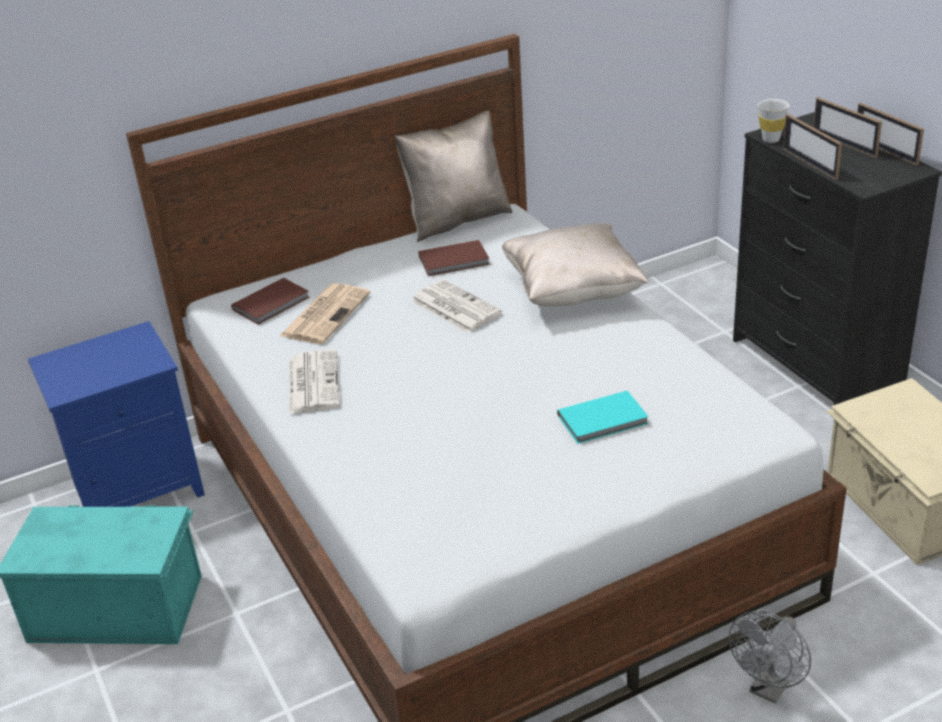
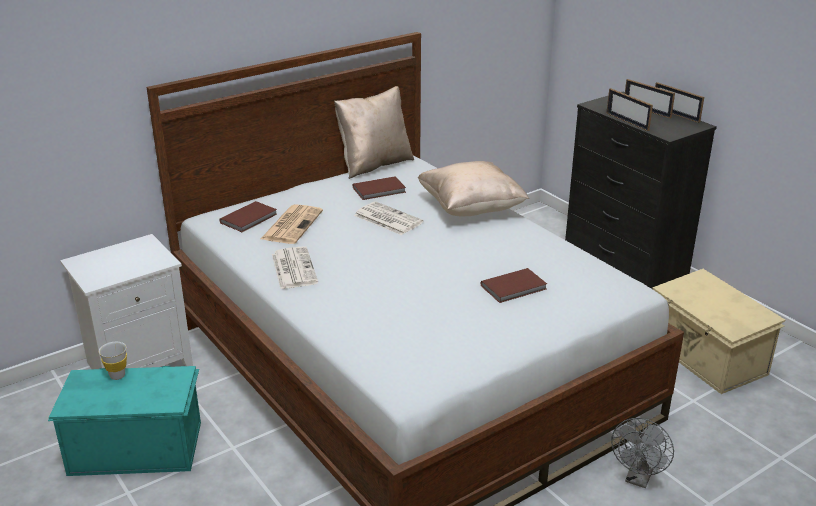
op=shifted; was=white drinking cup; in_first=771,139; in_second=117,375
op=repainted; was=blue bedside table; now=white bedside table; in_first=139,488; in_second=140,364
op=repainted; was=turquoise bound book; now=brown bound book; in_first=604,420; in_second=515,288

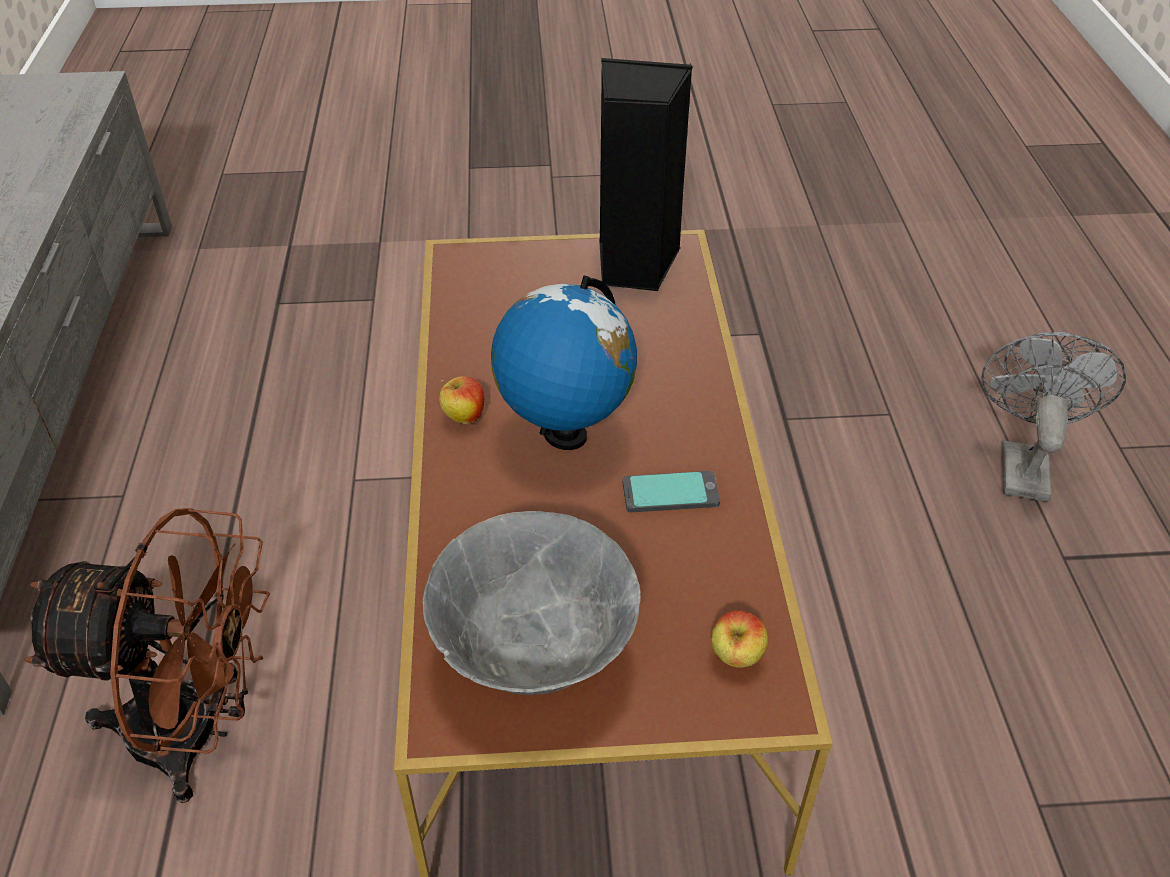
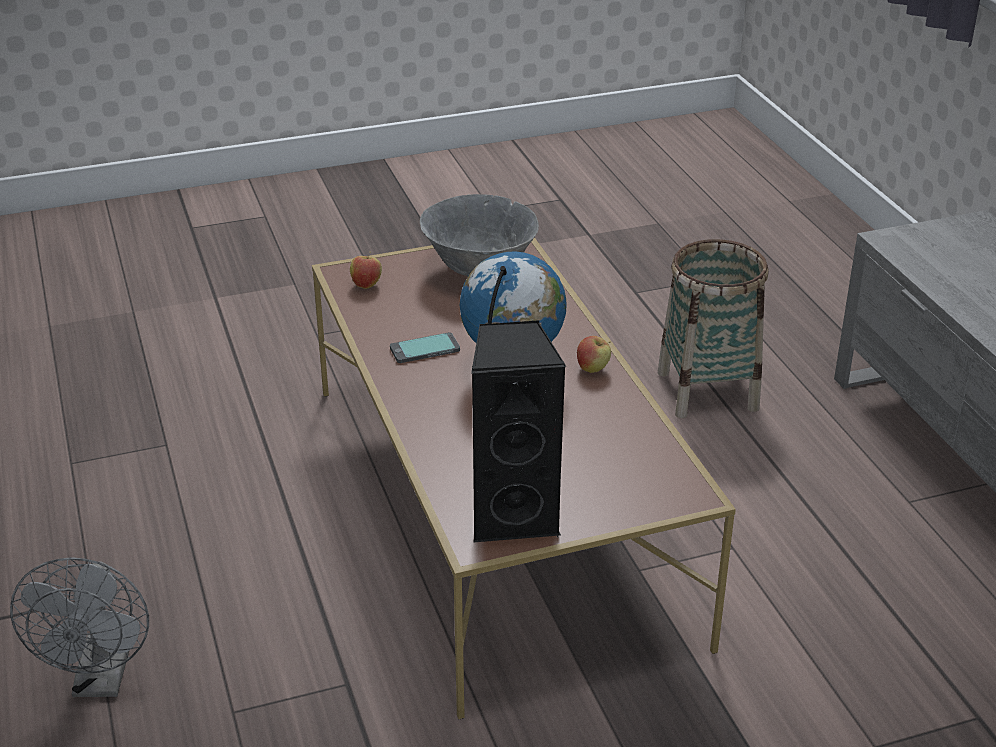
op=swapped; was=brown fan; now=basket; in_first=198,733; in_second=707,390

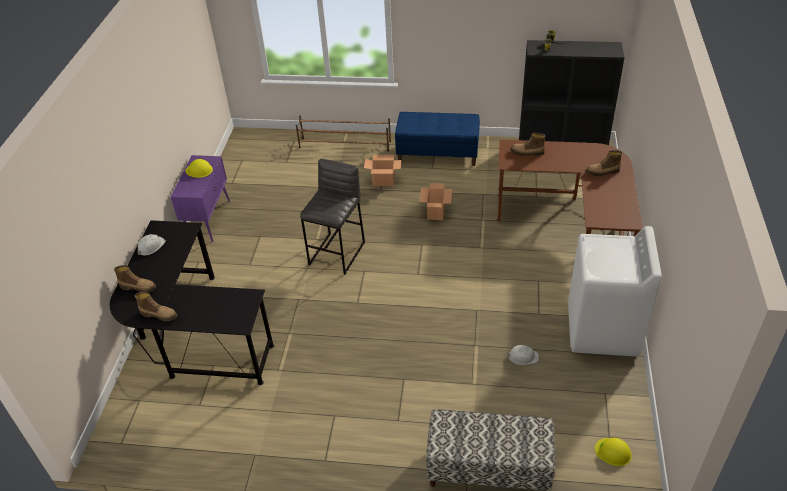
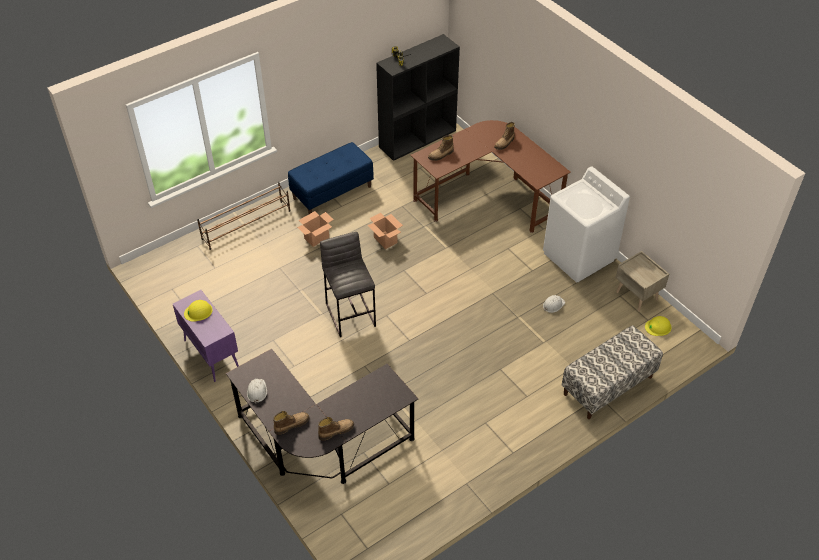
op=new; now=beige-coloured bedside table; in_second=637,296

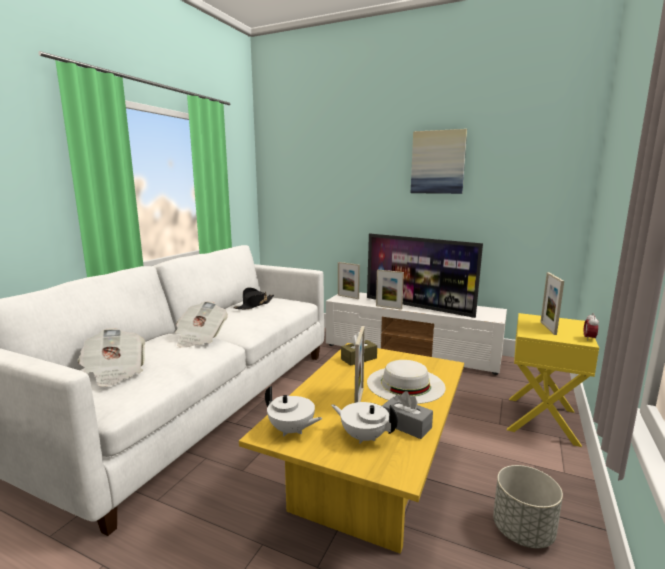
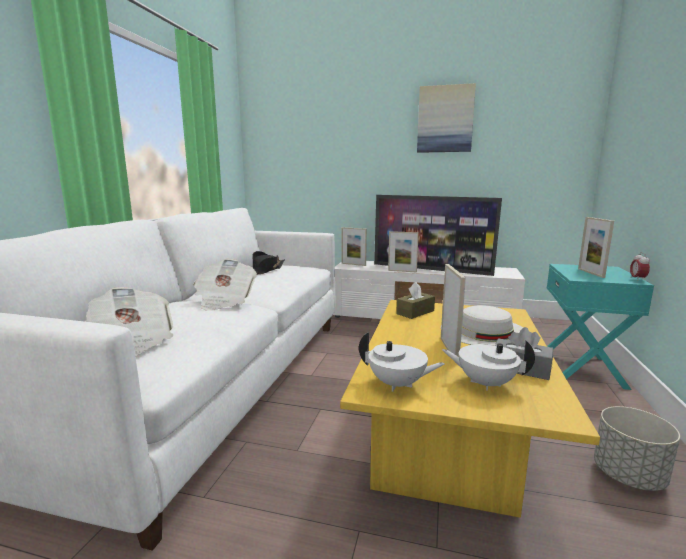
op=repainted; was=yellow bedside table; now=turquoise bedside table; in_first=543,420; in_second=582,369

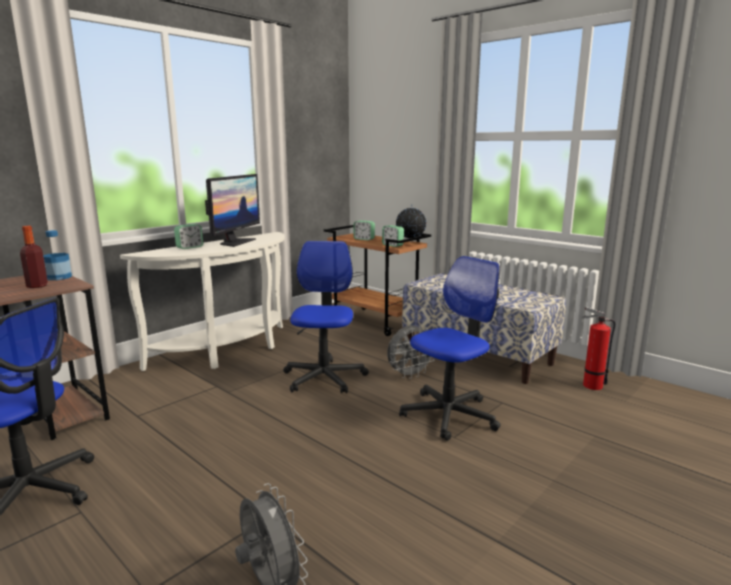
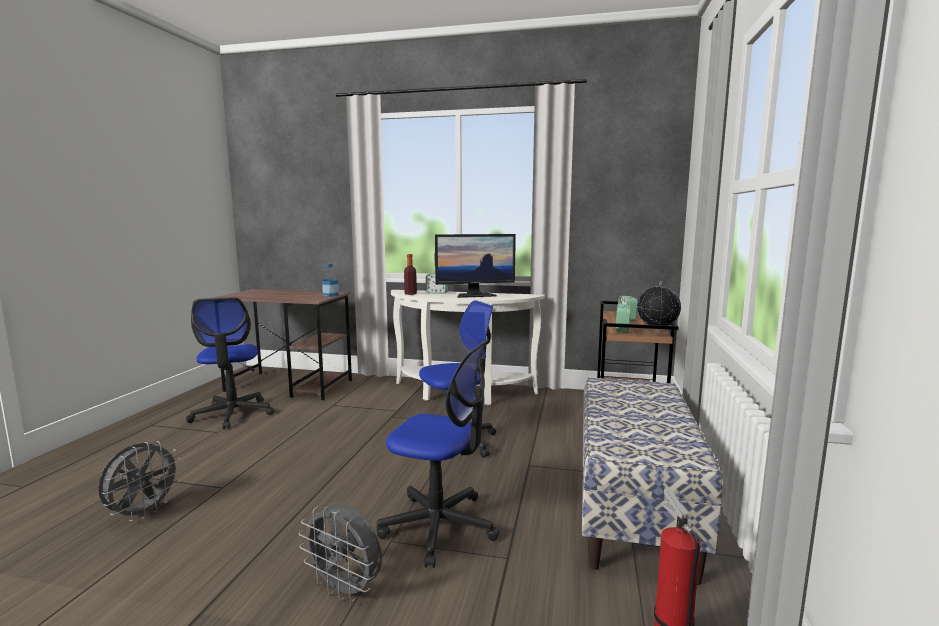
op=shifted; was=bottle; in_first=37,286; in_second=410,294
op=shifted; was=gray fan; in_first=410,375; in_second=345,589

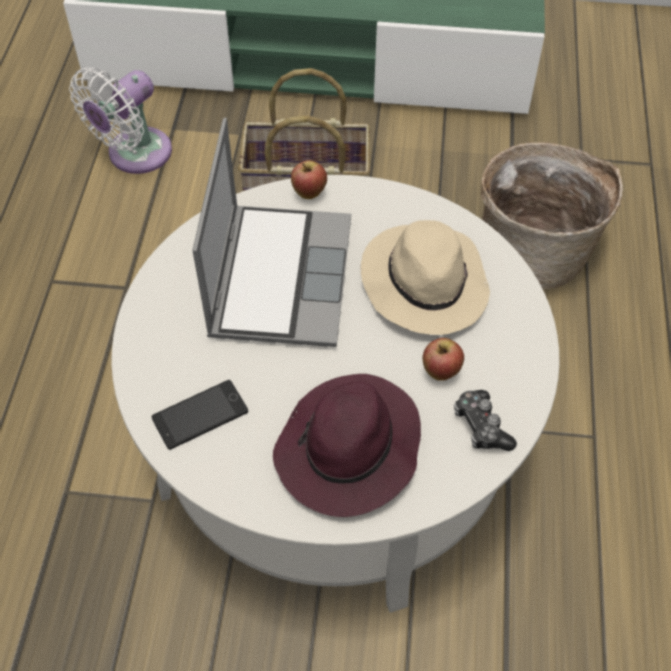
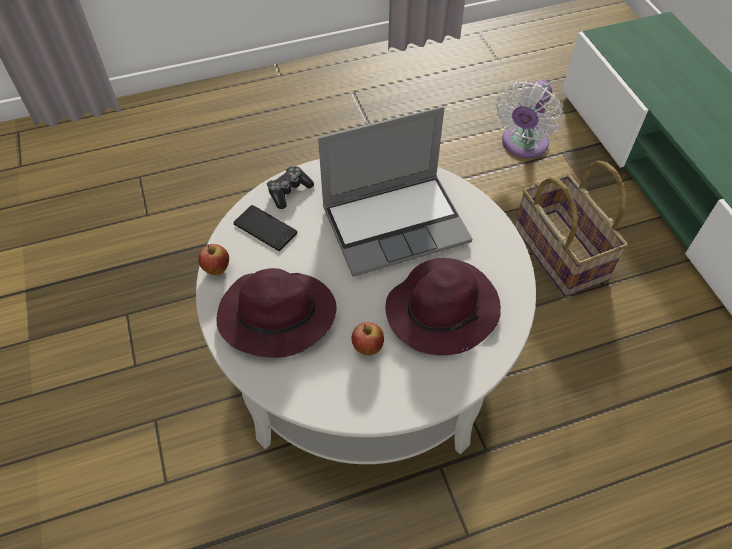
op=gone; was=basket; in_first=536,251
op=shifted; was=apple fruit; in_first=309,193; in_second=217,270
op=shifted; was=gamepad; in_first=481,426; in_second=289,191
op=repainted; was=beige-coloured clothing hat; now=purple-coloured clothing hat; in_first=424,282; in_second=443,309
op=rotated; was=white fan; in_first=134,155; in_second=523,145; clockwise=-75

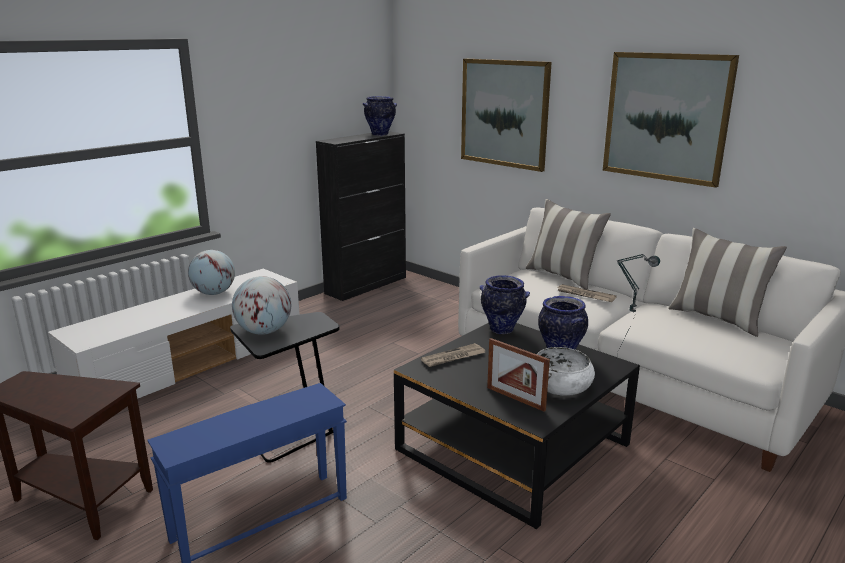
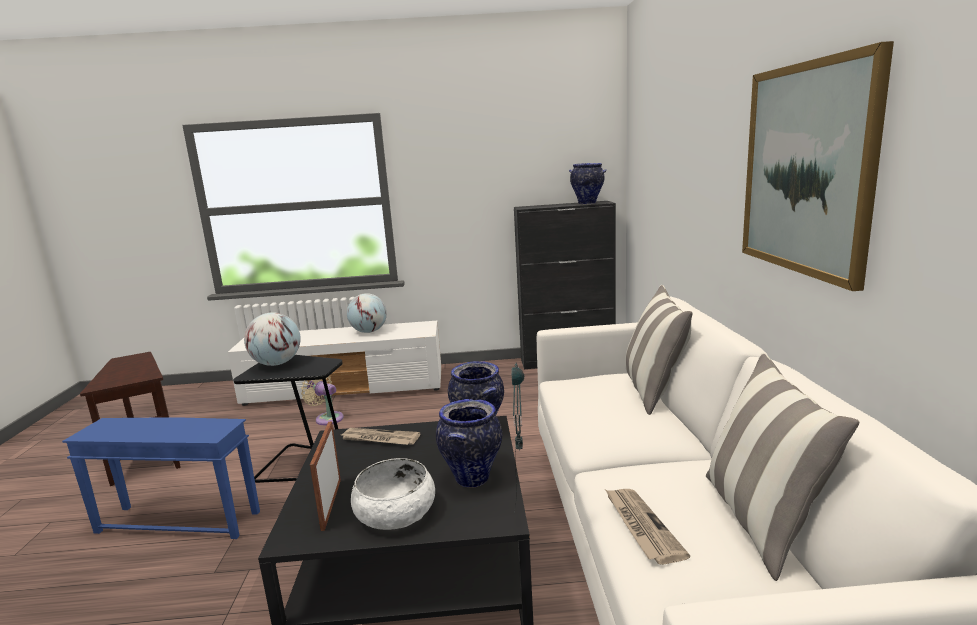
op=gone; was=wall picture; in_first=504,113
op=new; now=beige-coloured fan; in_second=327,418
op=shifted; was=printed paper; in_first=585,295; in_second=641,526

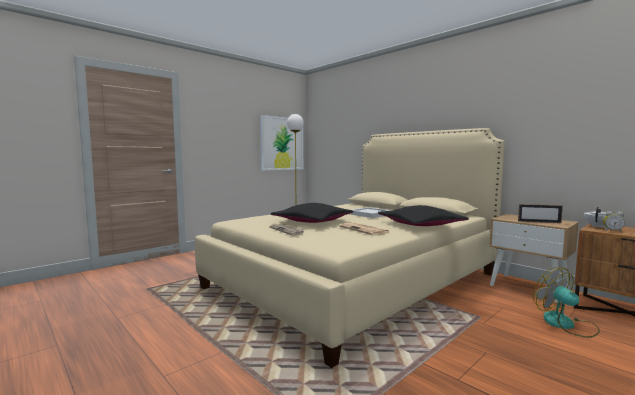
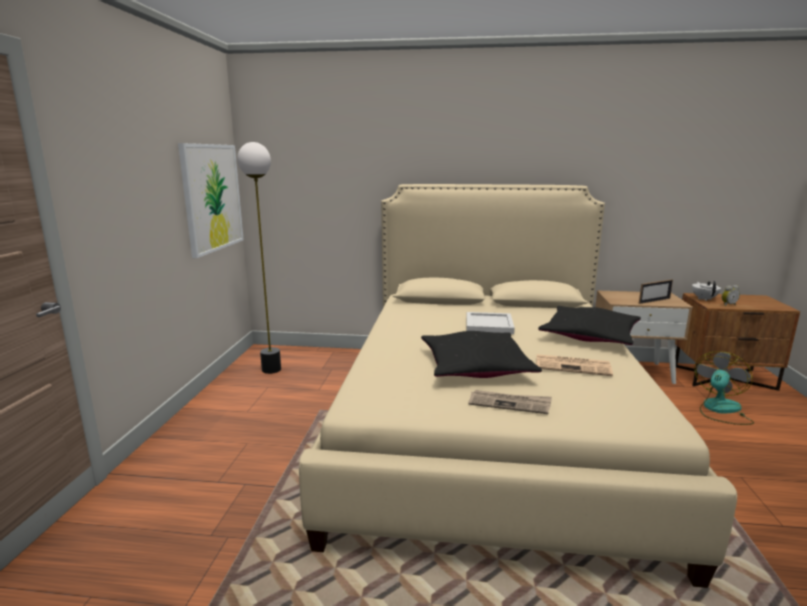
op=rotated; was=fan; in_first=566,324; in_second=720,410; clockwise=105

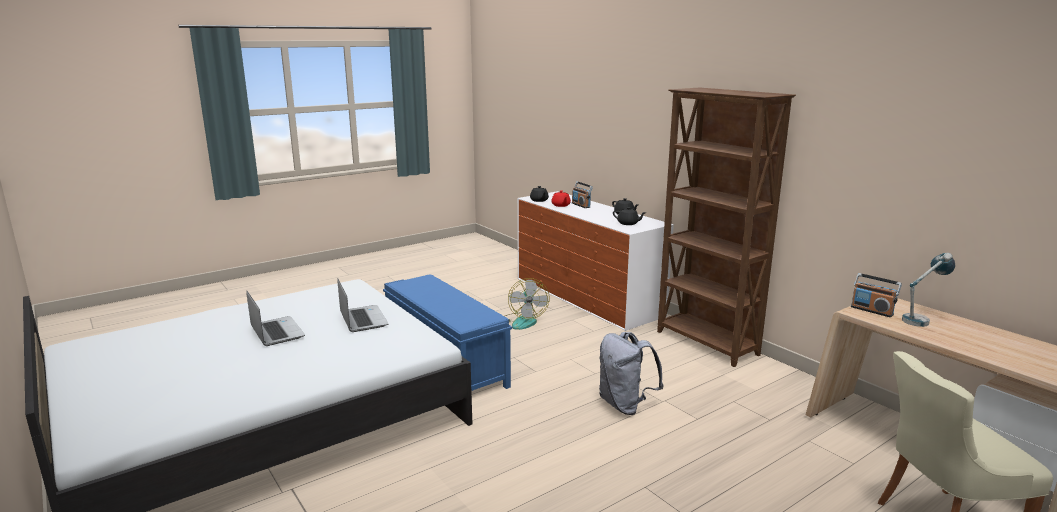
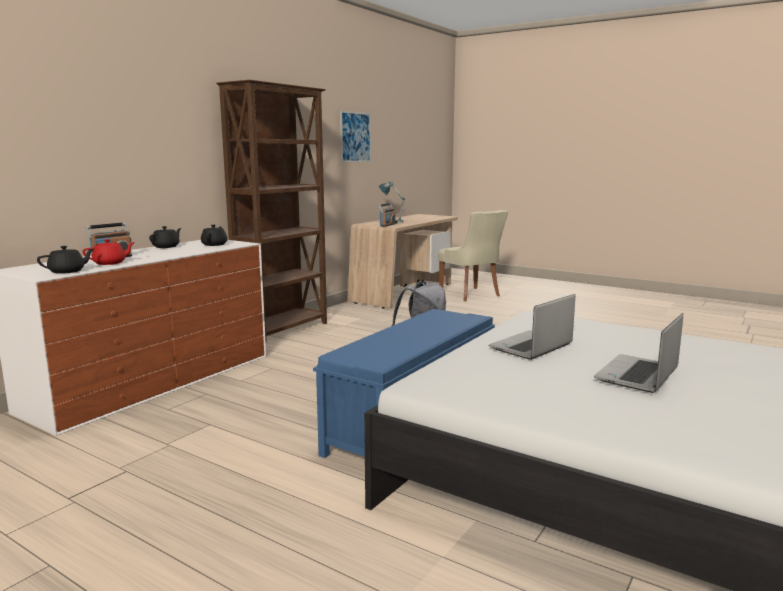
op=gone; was=fan; in_first=523,321
op=new; now=wall picture; in_second=355,137

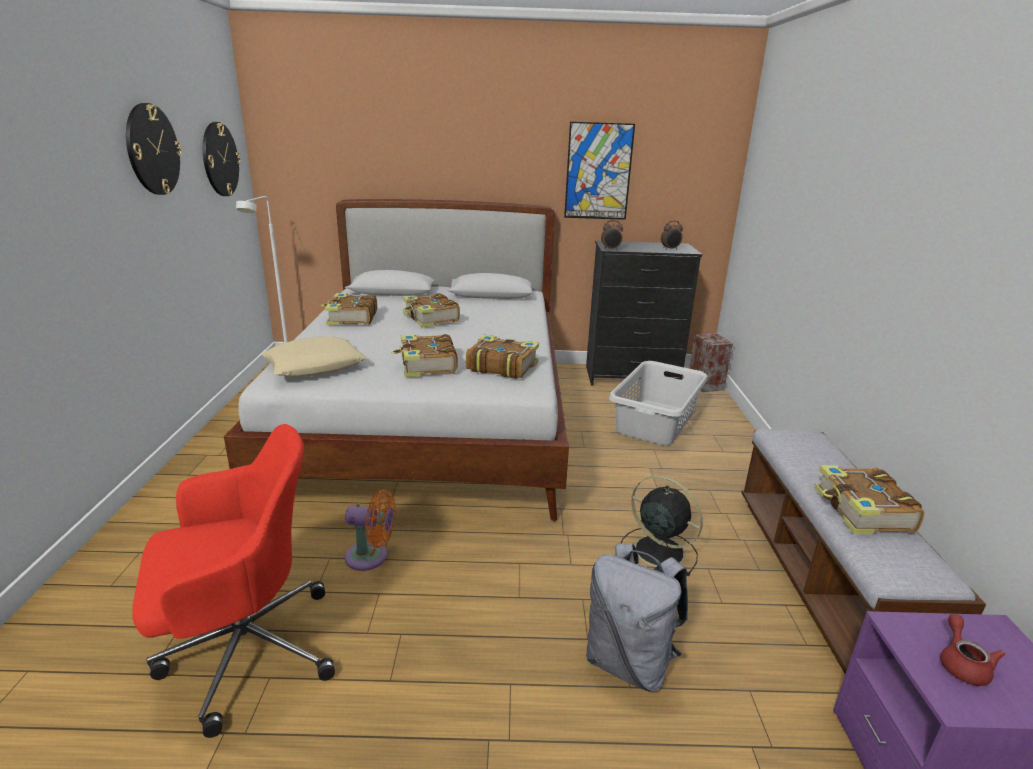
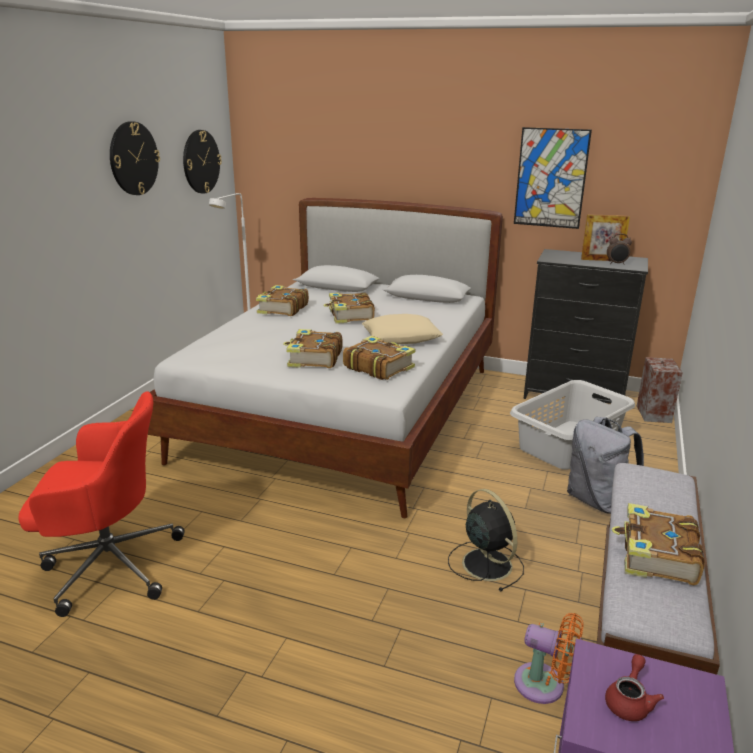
op=gone; was=alarm clock; in_first=610,249
op=new; now=standing frame; in_second=601,260
op=shifted; was=beige-coloured throw pillow; in_first=314,365; in_second=401,337
op=shifted; was=orange-coloured fan; in_first=371,557; in_second=544,685
op=shifted; was=gray backpack; in_first=629,662; in_second=597,501

